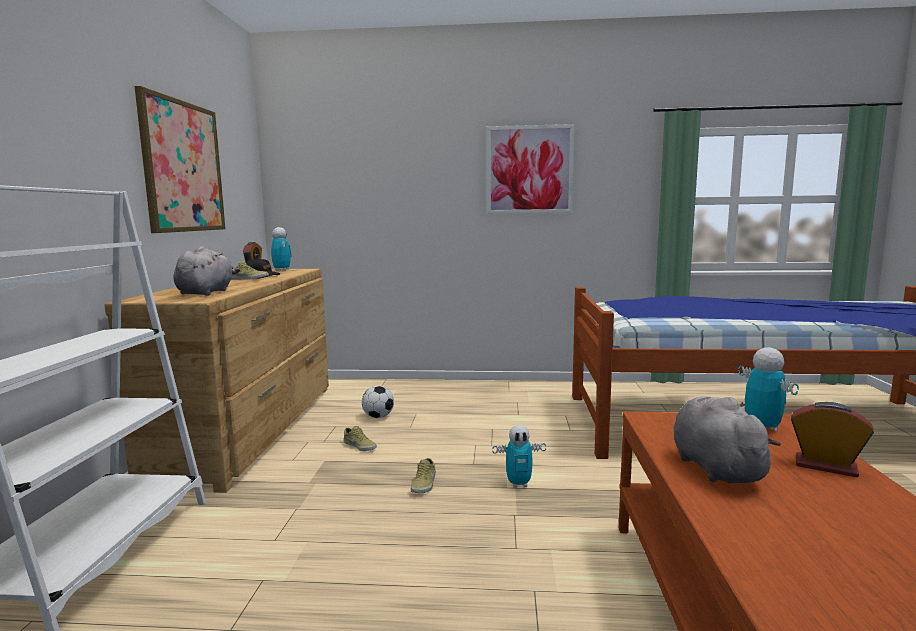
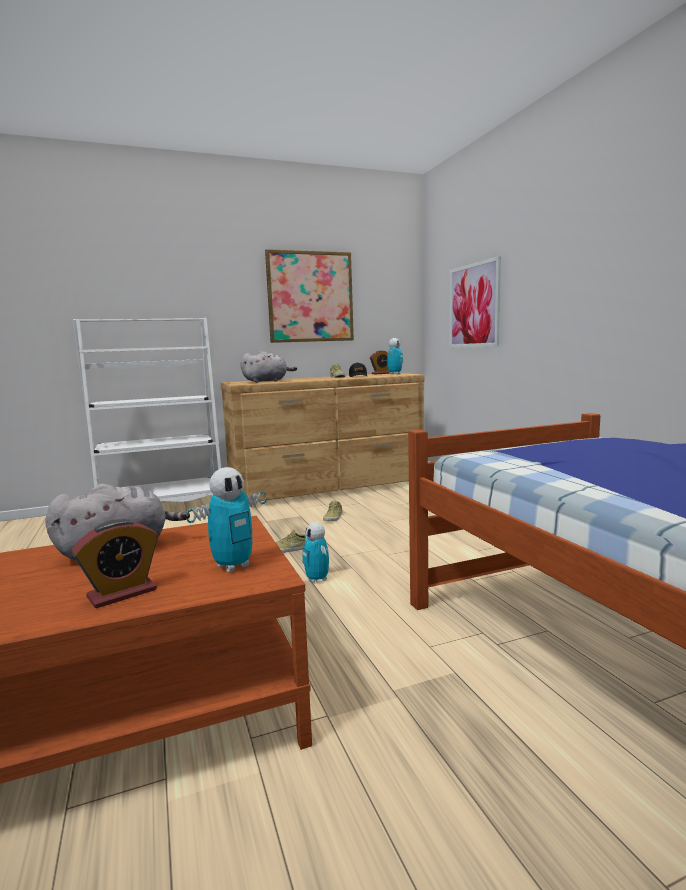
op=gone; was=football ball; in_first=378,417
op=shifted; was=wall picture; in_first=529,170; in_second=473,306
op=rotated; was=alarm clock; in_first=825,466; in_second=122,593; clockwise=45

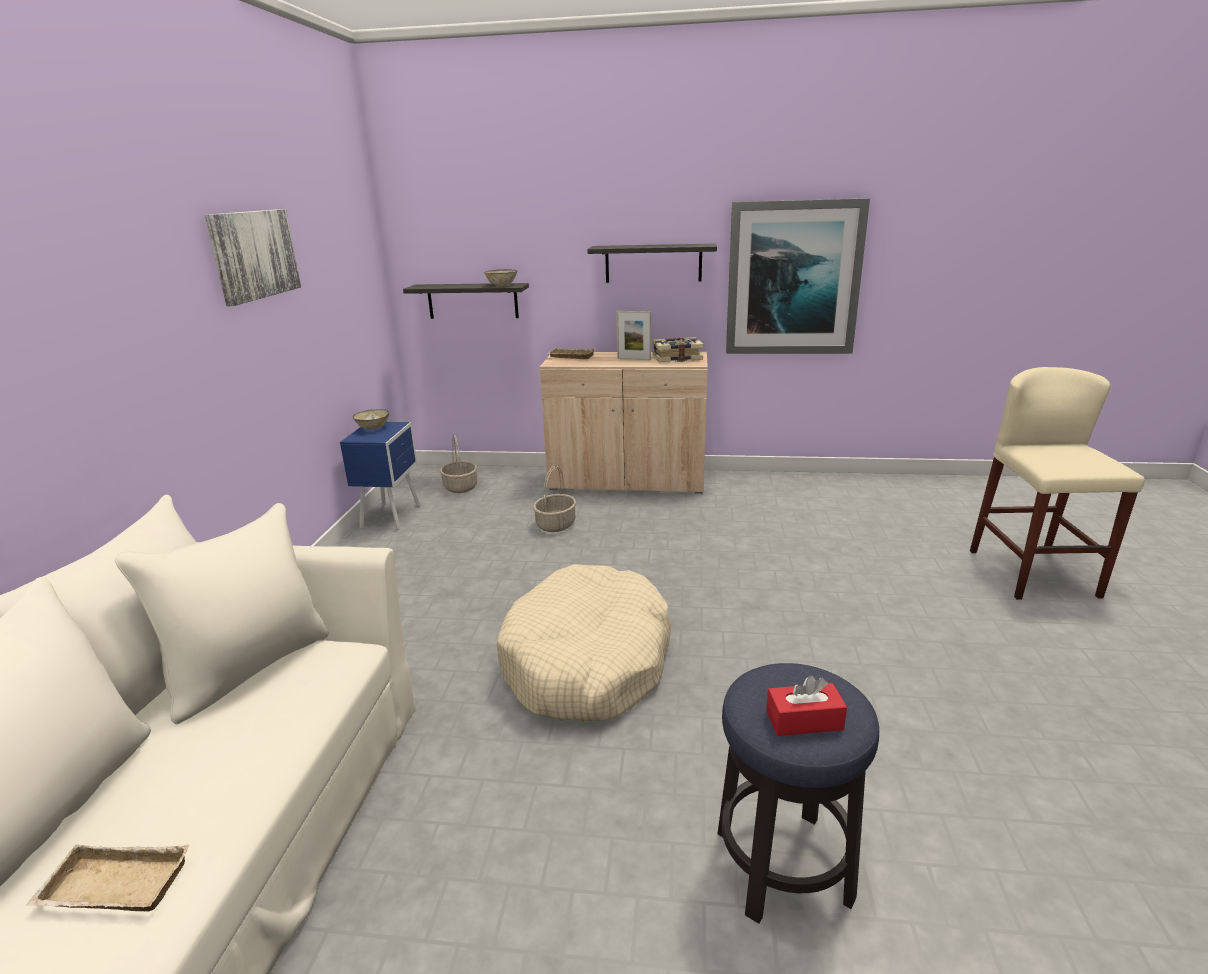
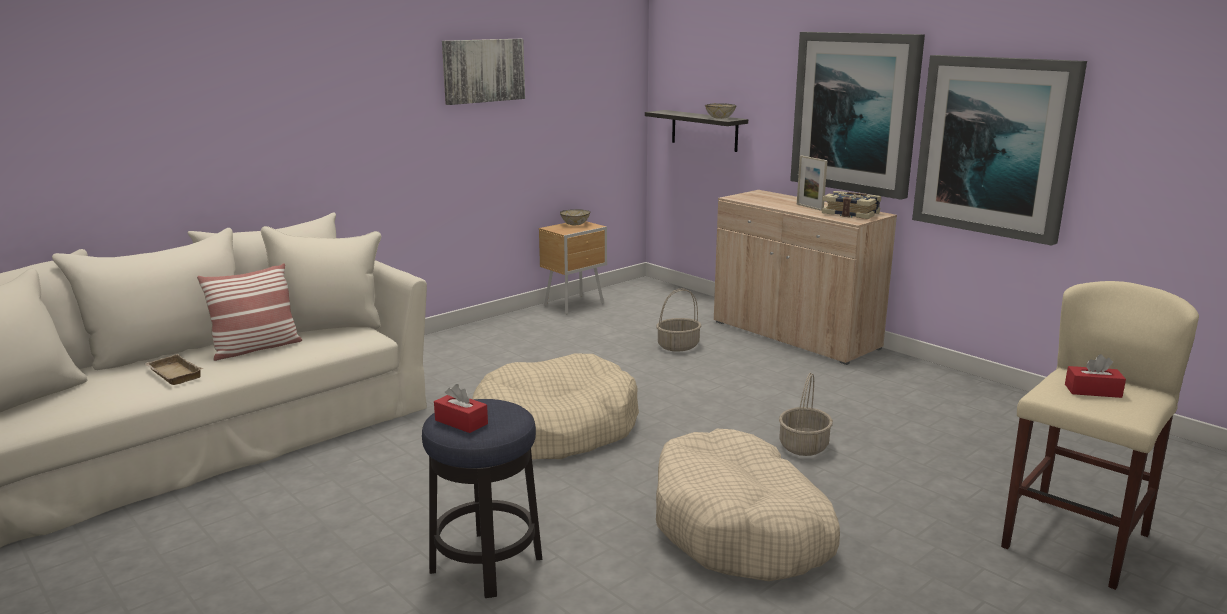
op=gone; was=beige-coloured tray; in_first=570,357
op=new; now=throw pillow; in_second=256,348
op=new; now=beige-coloured dog cushion; in_second=740,527
op=new; now=reddish tissue box; in_second=1093,391
op=shifted; was=basket; in_first=460,487; in_second=803,446
op=swapped; was=bracket shelf; now=wall picture; in_first=653,263; in_second=855,112
op=repainted; was=blue bedside table; now=brown bedside table; in_first=392,516; in_second=575,305

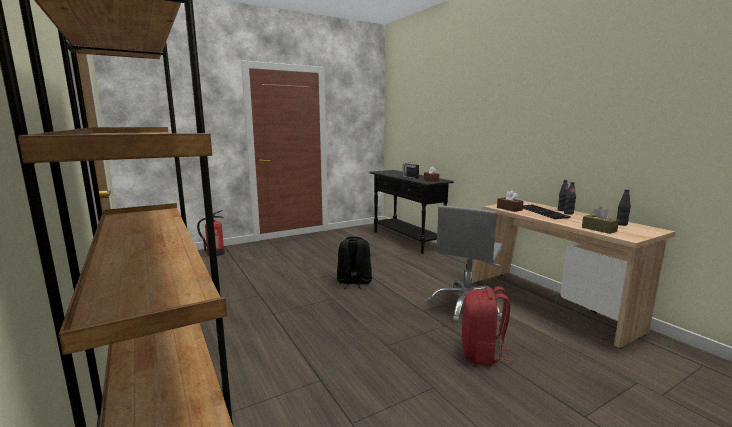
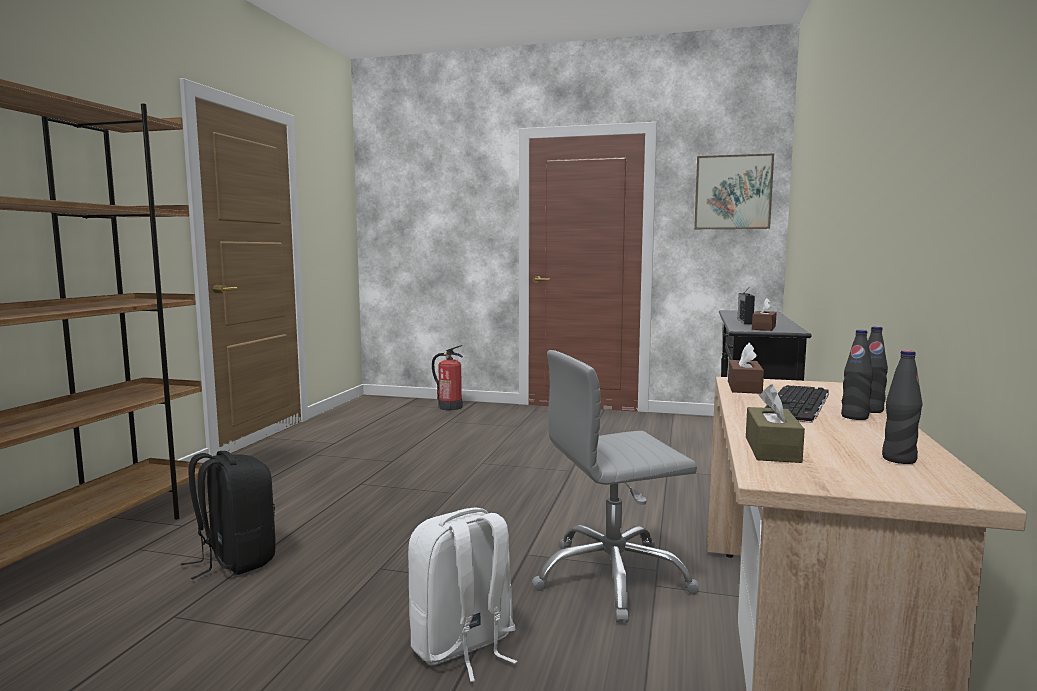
op=new; now=wall picture; in_second=733,192
op=shifted; was=blackish backpack; in_first=354,282; in_second=235,560
op=repainted; was=reddish backpack; now=white backpack; in_first=482,354; in_second=463,646

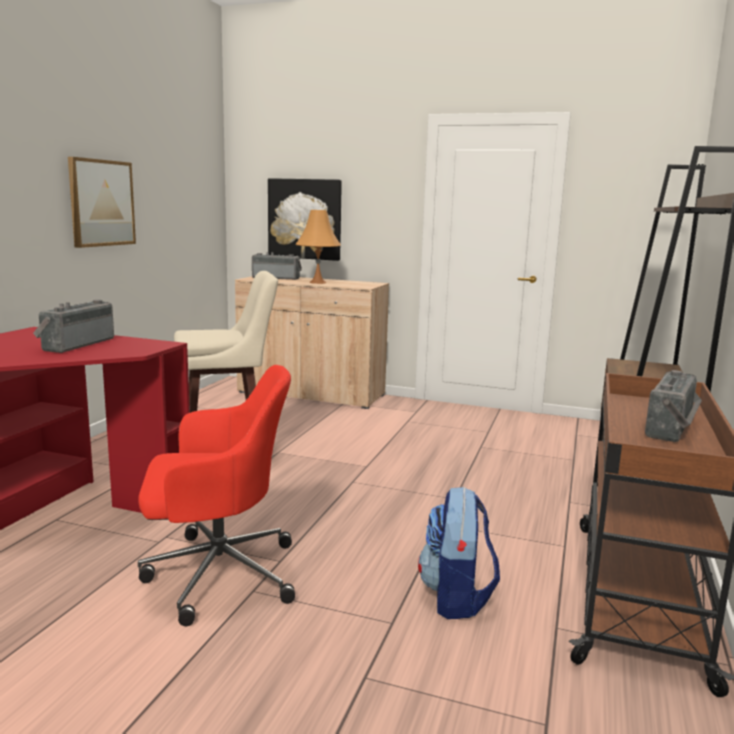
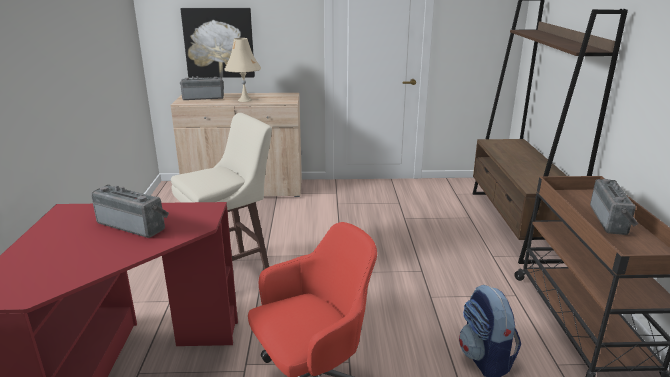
op=gone; was=wall picture; in_first=101,203
op=repainted; was=orange-coloured tabletop lamp; now=beige-coloured tabletop lamp; in_first=317,282; in_second=245,100
op=rotated; was=radio receiver; in_first=76,344; in_second=134,225; clockwise=120

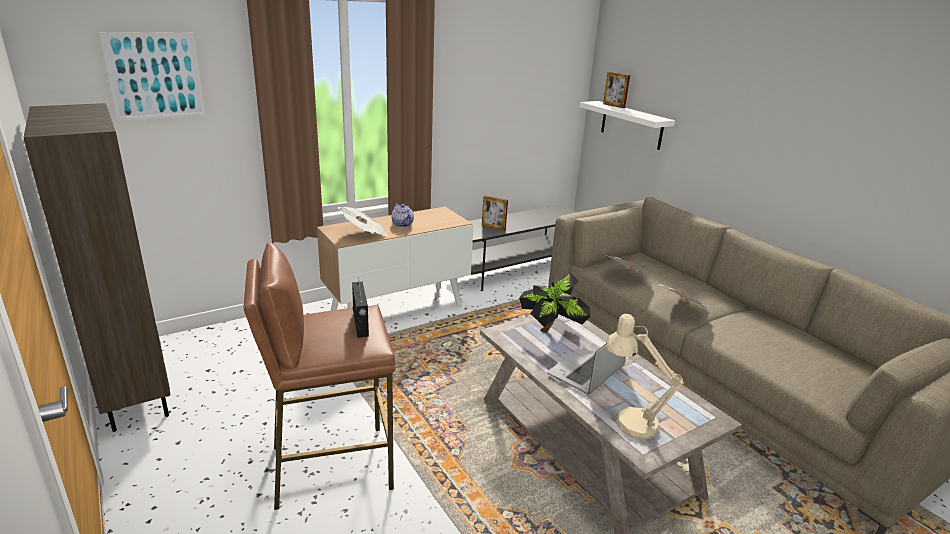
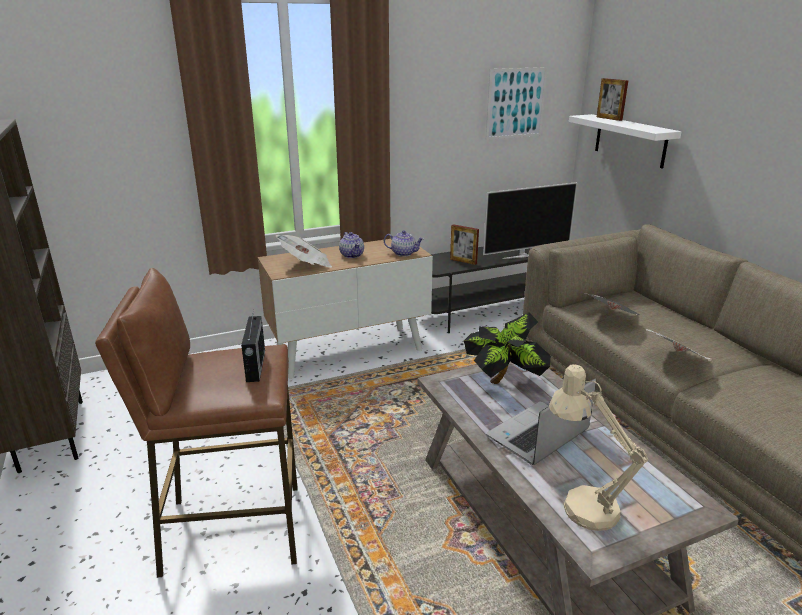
op=new; now=pot for tea; in_second=404,253
op=new; now=TV set; in_second=524,255
op=shifted; was=wall picture; in_first=155,76; in_second=516,103

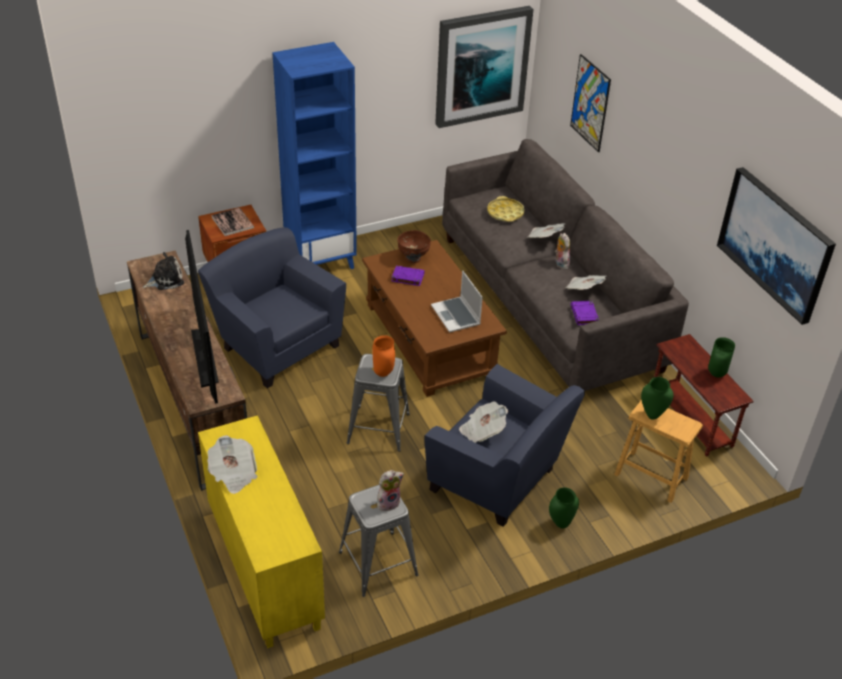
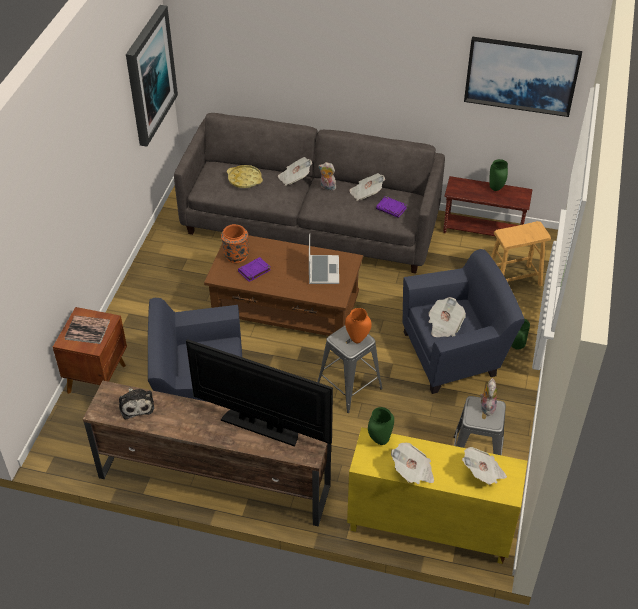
op=gone; was=blue bookshelf; in_first=321,261
op=gone; was=wall picture; in_first=590,103
op=new; now=printed paper; in_second=483,473
op=shifted; was=green-coloured decorative vase; in_first=652,415; in_second=380,441
op=swapped; was=brown deep dish; now=orange-coloured decorative vase; in_first=413,258; in_second=236,256
op=rotated; was=cuddly toy; in_first=165,280; in_second=136,405; clockwise=150
op=rotated; was=portable computer; in_first=456,316; in_second=323,270; clockwise=-105

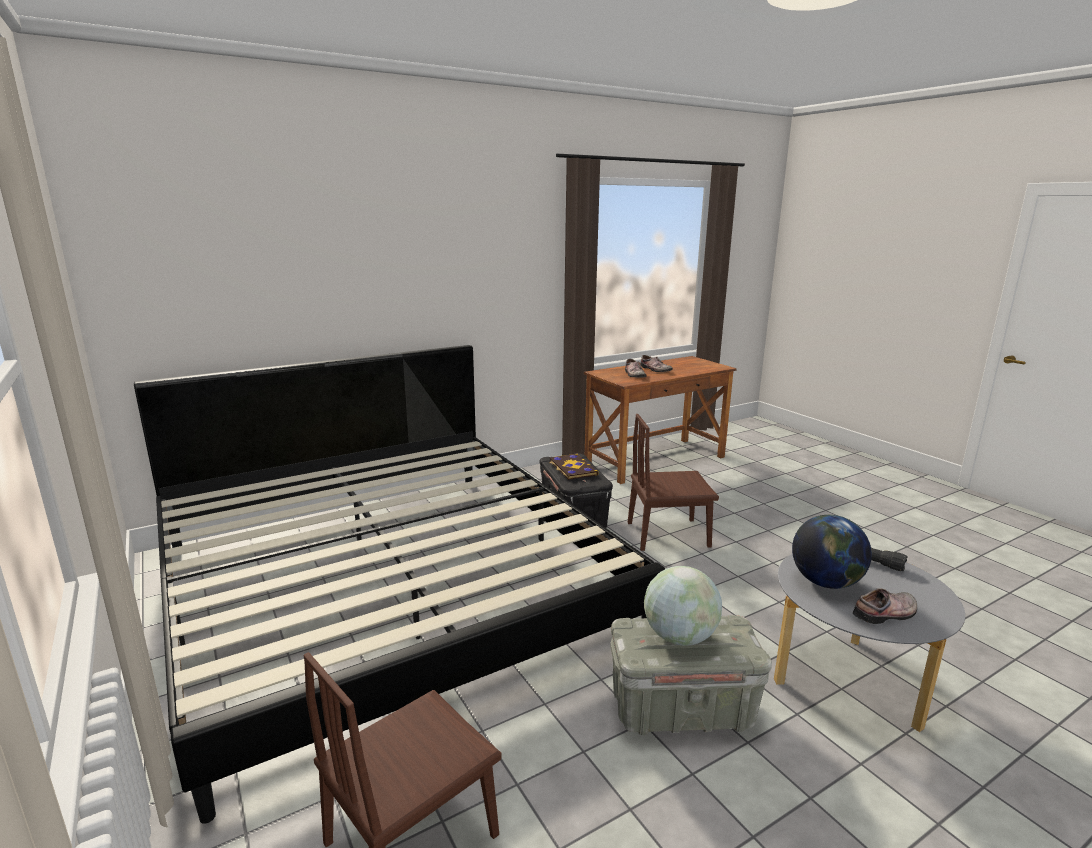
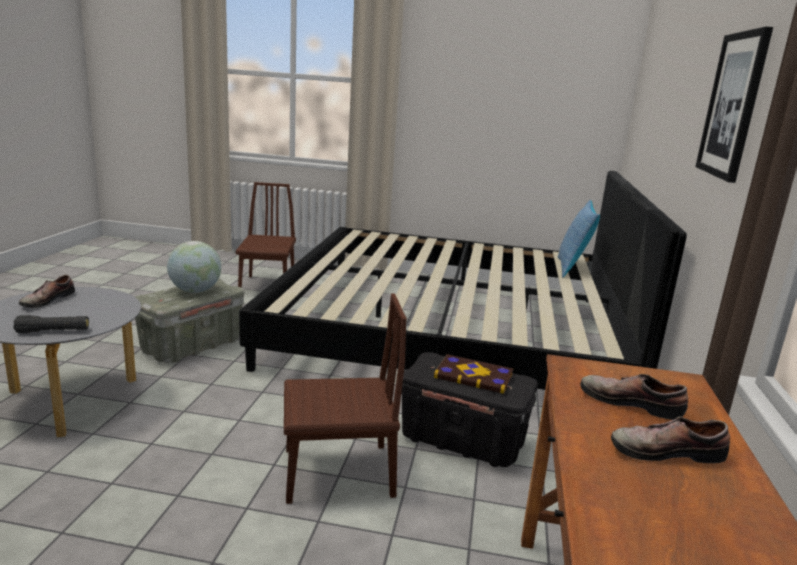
op=gone; was=globe; in_first=826,582
op=new; now=throw pillow; in_second=572,268
op=new; now=wall picture; in_second=733,105
op=rotated; was=brown upright chair; in_first=668,534; in_second=338,472; clockwise=45

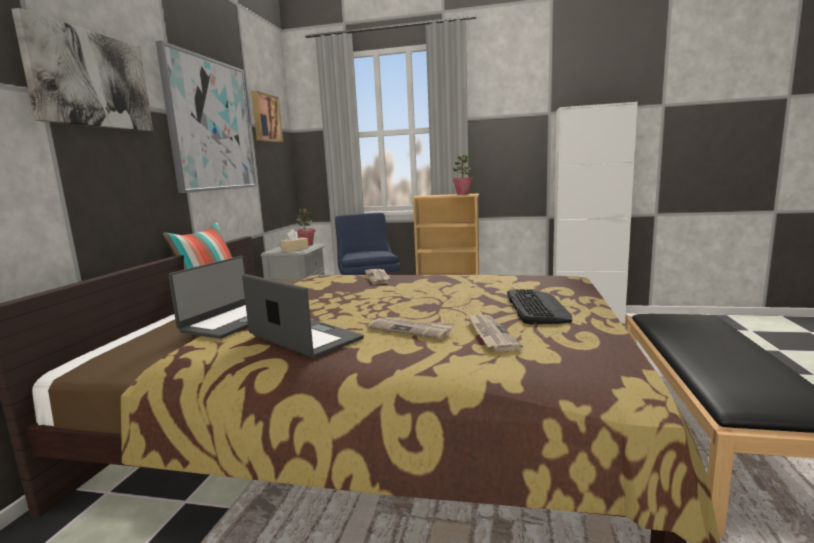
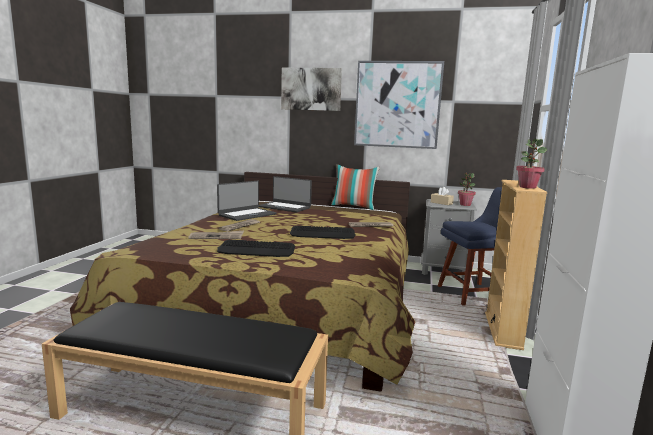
op=gone; was=wall picture; in_first=265,118
op=new; now=PC keyboard; in_second=322,234

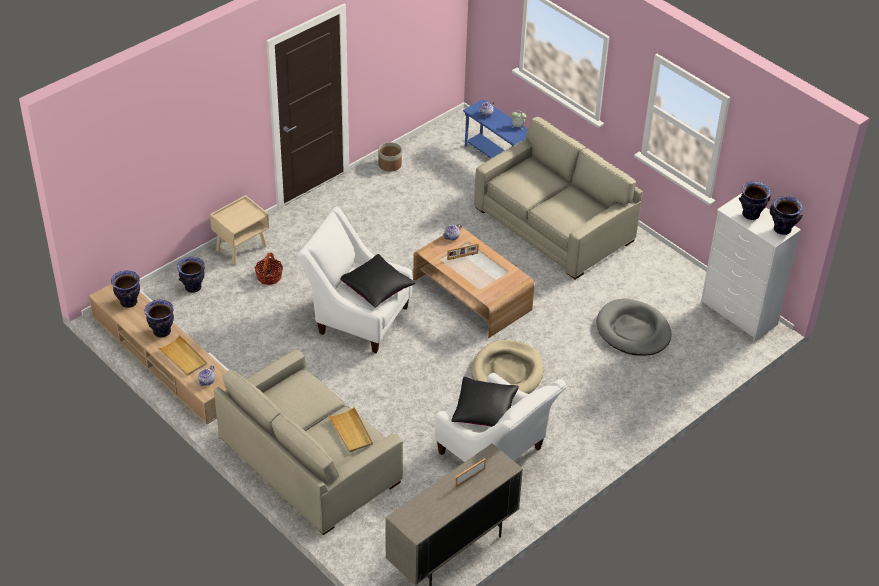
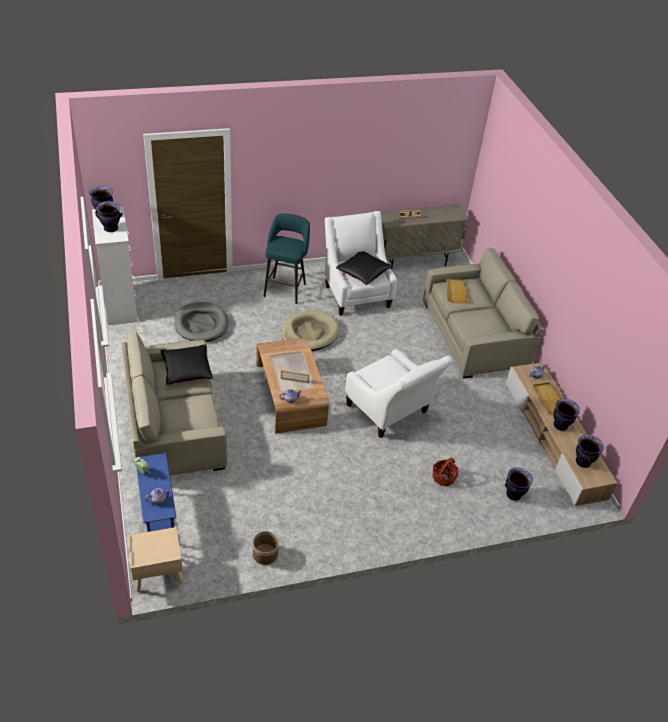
op=new; now=turquoise sitting stool; in_second=285,288
op=shifted; was=beige-coloured bedside table; in_first=242,247; in_second=157,574
op=shifted; was=blackish throw pillow; in_first=376,287; in_second=187,370

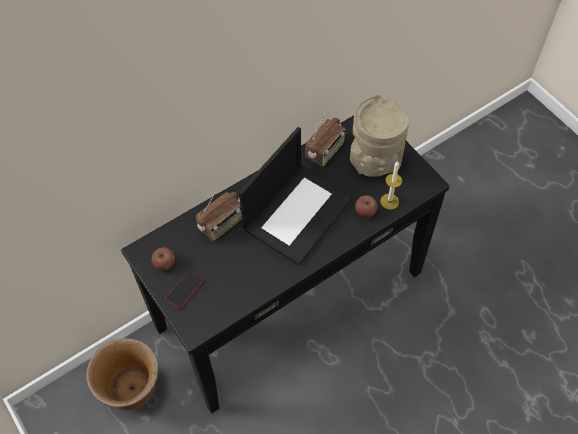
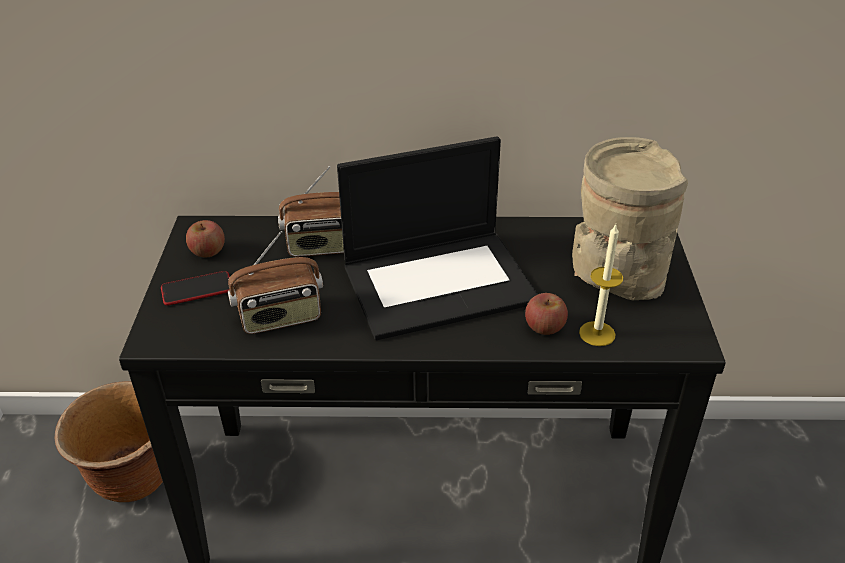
op=shifted; was=radio receiver; in_first=325,151; in_second=280,318

